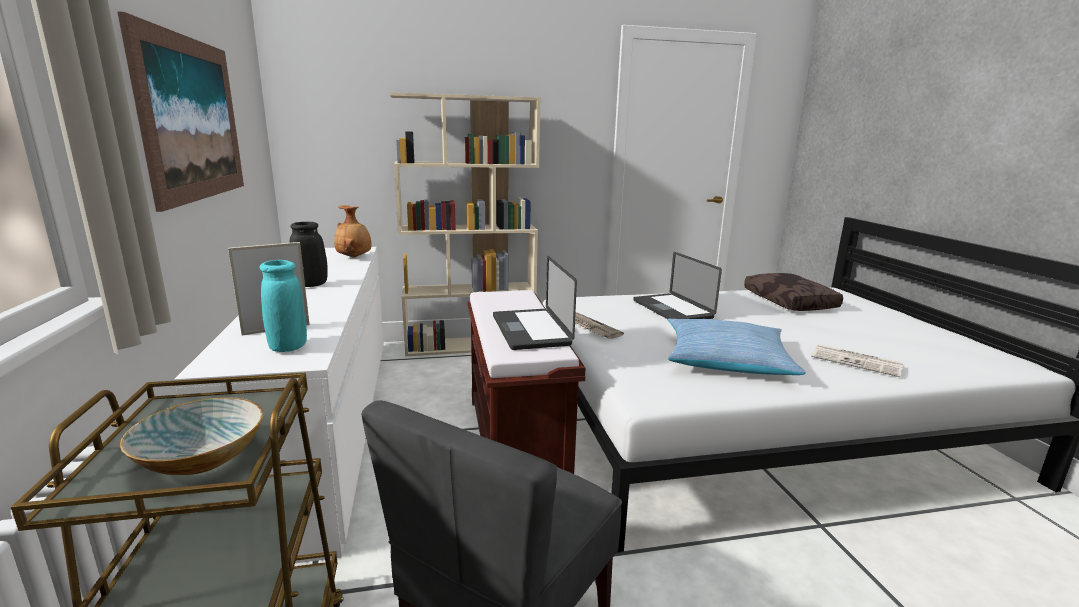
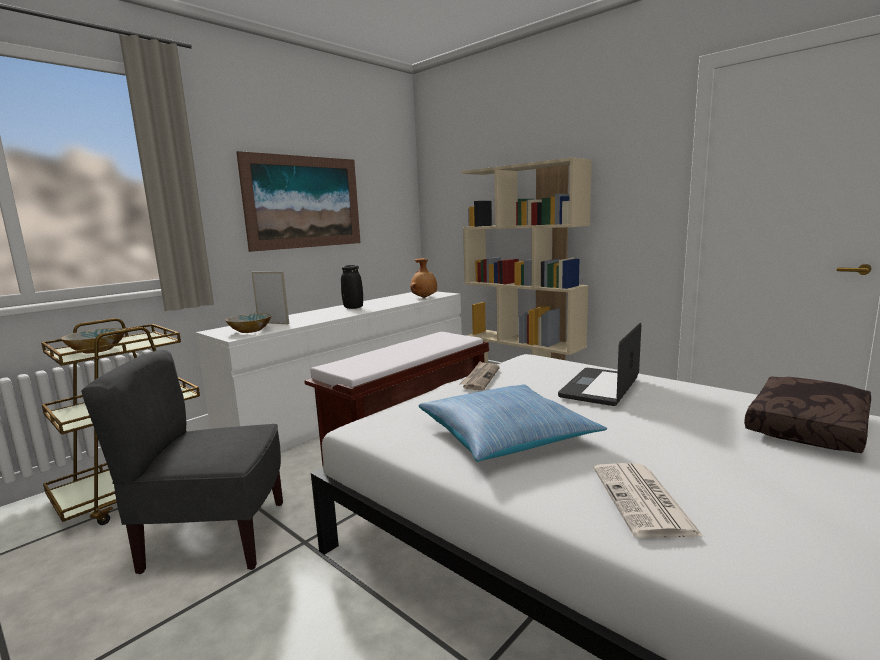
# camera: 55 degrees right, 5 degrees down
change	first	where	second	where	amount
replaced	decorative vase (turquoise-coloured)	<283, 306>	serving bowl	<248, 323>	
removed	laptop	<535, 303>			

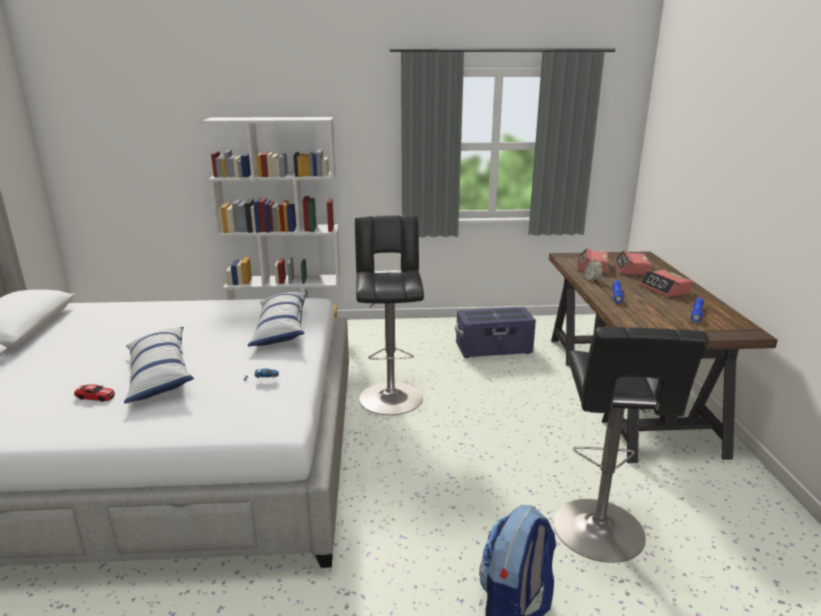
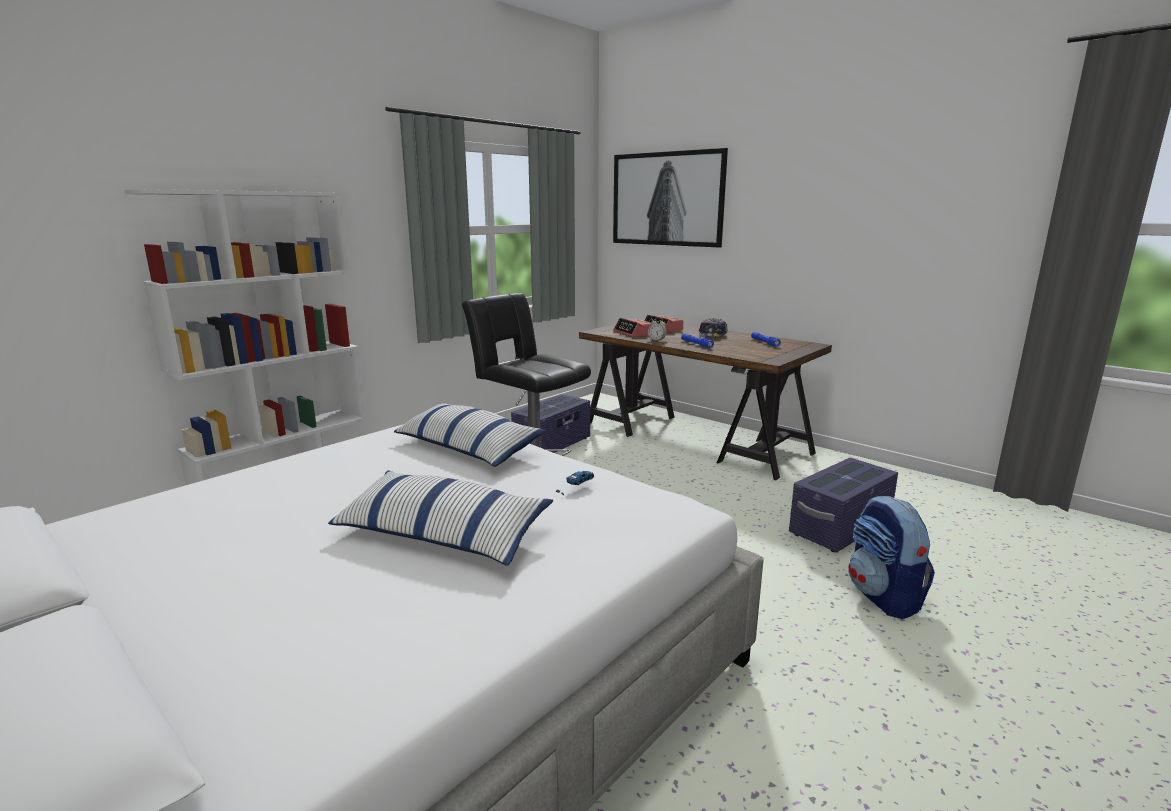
# camera: 45 degrees left, 5 degrees down
change	first	where	second	where	amount
removed	toy car	<94, 393>			
replaced	stool (blackish)	<631, 445>	storage container (purple-coloured)	<843, 505>	
replaced	table clock	<666, 283>	baseball cap	<713, 328>	
added			wall picture	<670, 198>	

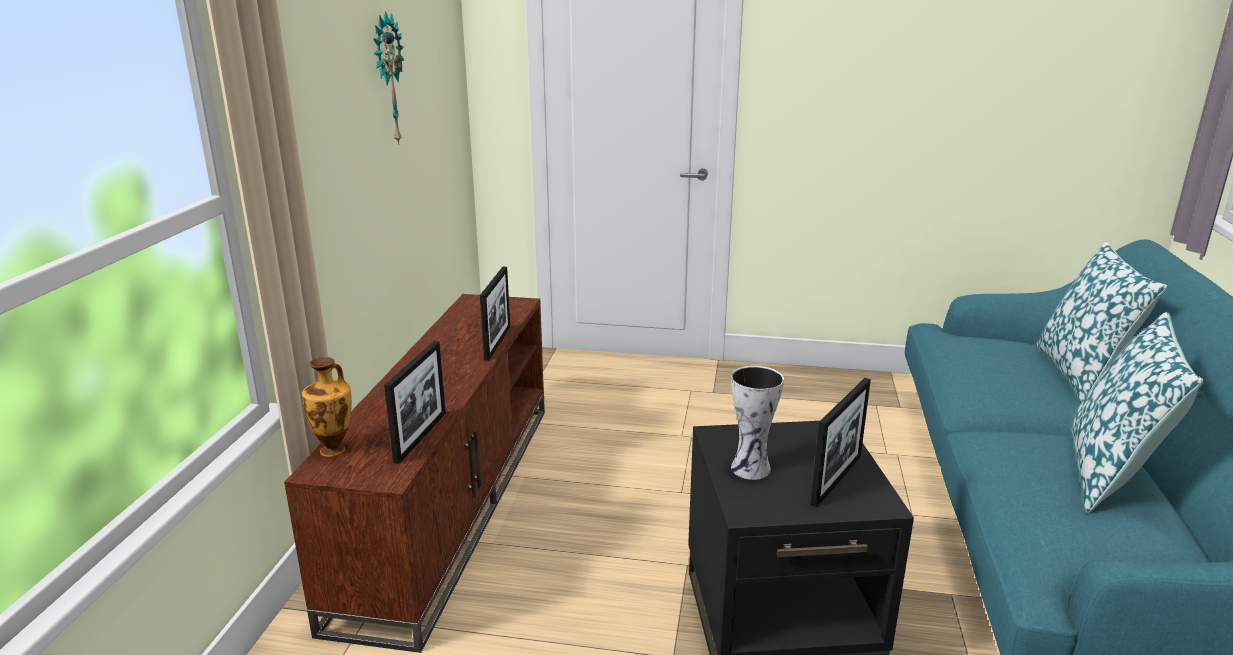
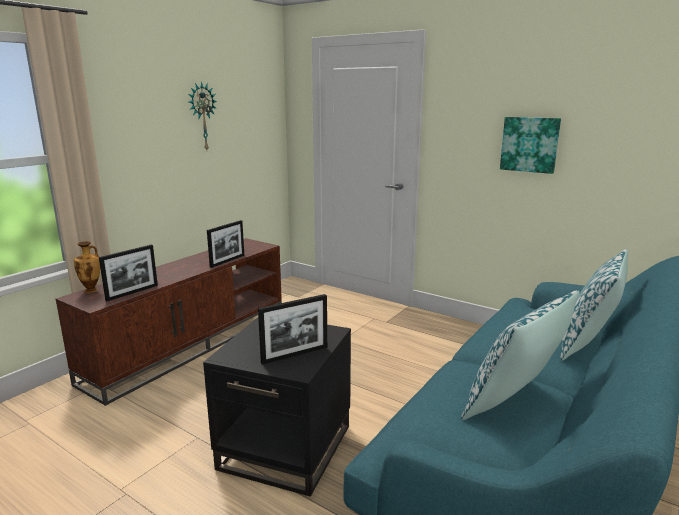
# camera: 25 degrees right, 5 degrees down
change	first	where	second	where	amount
removed	decorative vase	<757, 423>			
added			wall picture	<530, 145>	

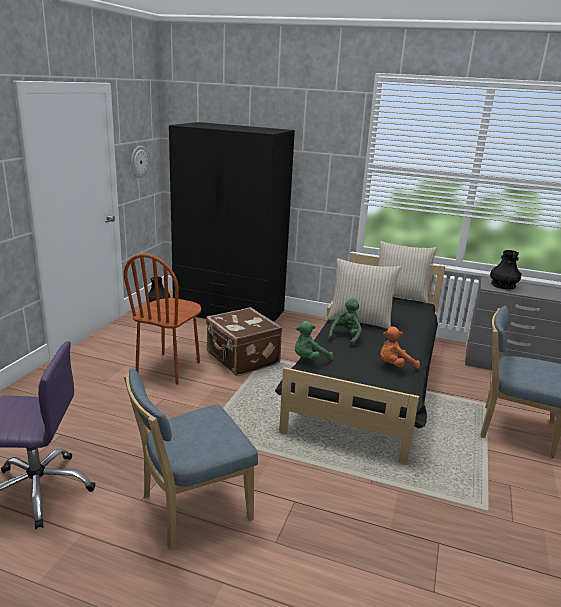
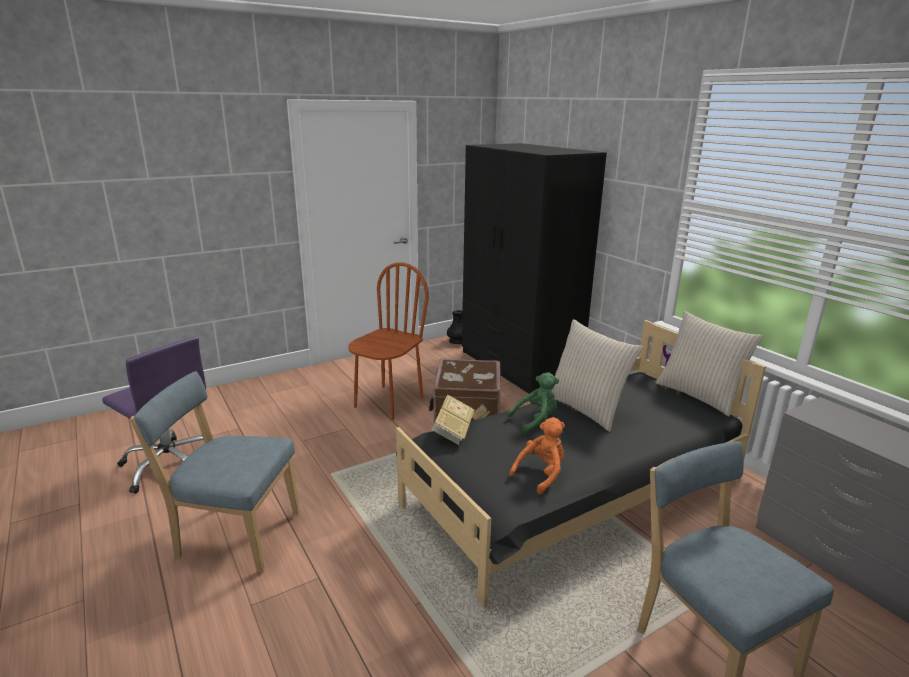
# camera: 40 degrees right, 0 degrees up
change	first	where	second	where	amount
turned	upright chair (brownish)	<162, 319>		<388, 341>	150 degrees clockwise
removed	hanging clock	<140, 162>			
replaced	soft toy (green)	<314, 341>	volume	<453, 419>	
turned	soft toy (orange-coloured)	<400, 348>		<537, 456>	120 degrees clockwise
removed	decorative vase (blackish)	<505, 269>			

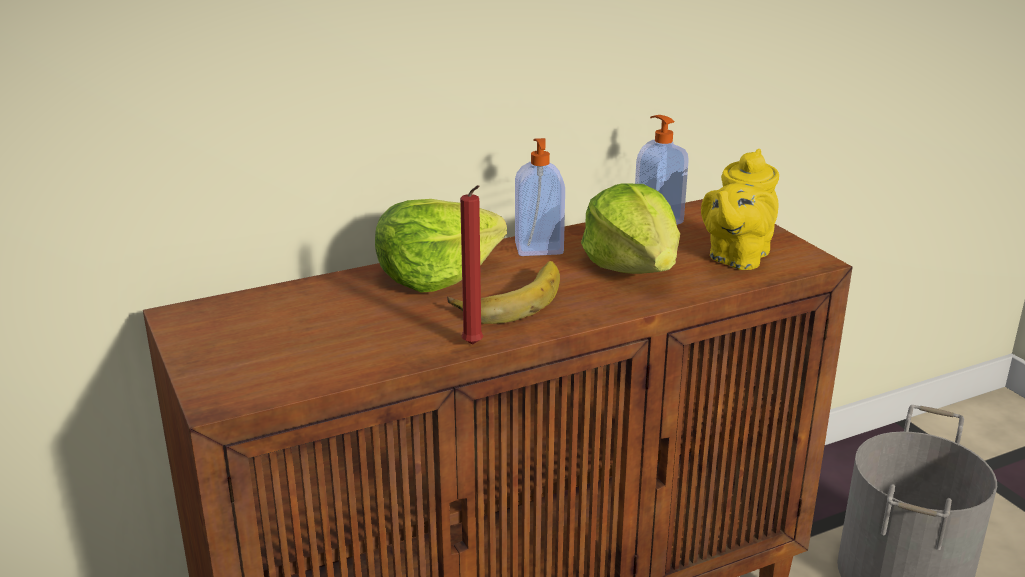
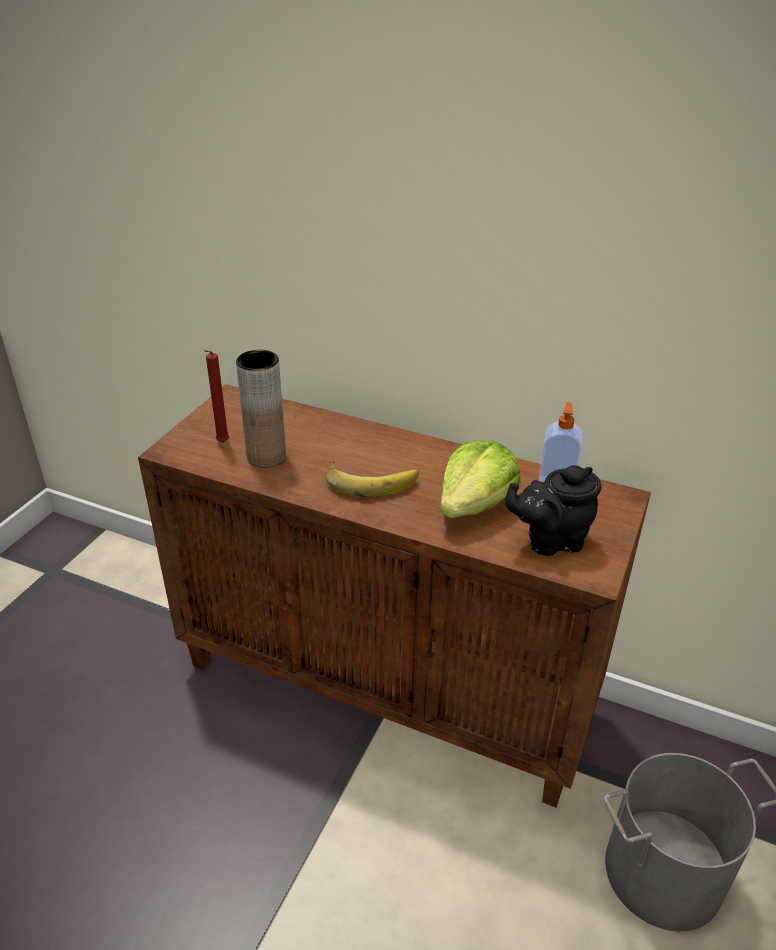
# camera: 50 degrees right, 10 degrees up
change	first	where	second	where	amount
removed	lettuce head	<441, 246>			
moved	wax light (red)	<471, 265>		<216, 396>	
removed	soap dispenser	<540, 197>			
recoloured	teapot (yellowish)	<740, 209>	teapot (blackish)	<553, 510>	
added			decorative vase (brownish)	<261, 409>	

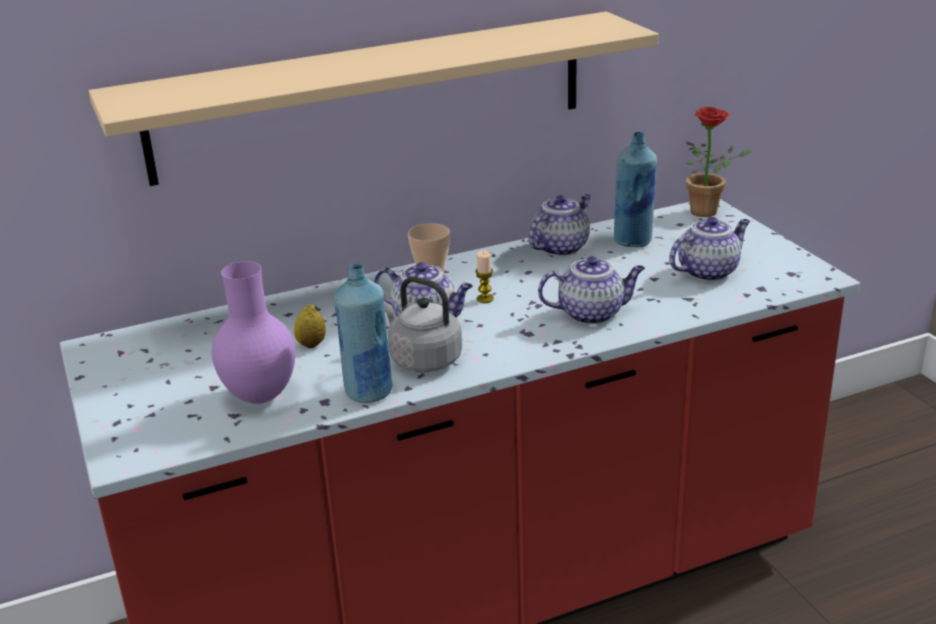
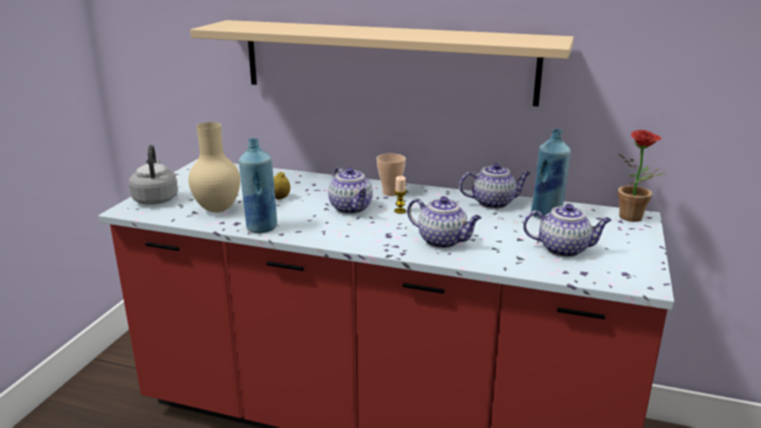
# camera: 40 degrees right, 5 degrees down
change	first	where	second	where	amount
recoloured	decorative vase (purple-coloured)	<254, 332>	decorative vase (beige)	<214, 167>	
moved	water kettle (gray)	<423, 324>		<153, 175>	

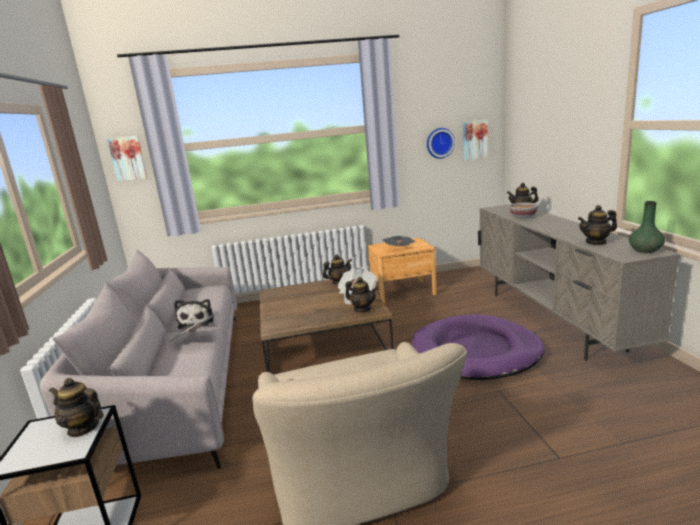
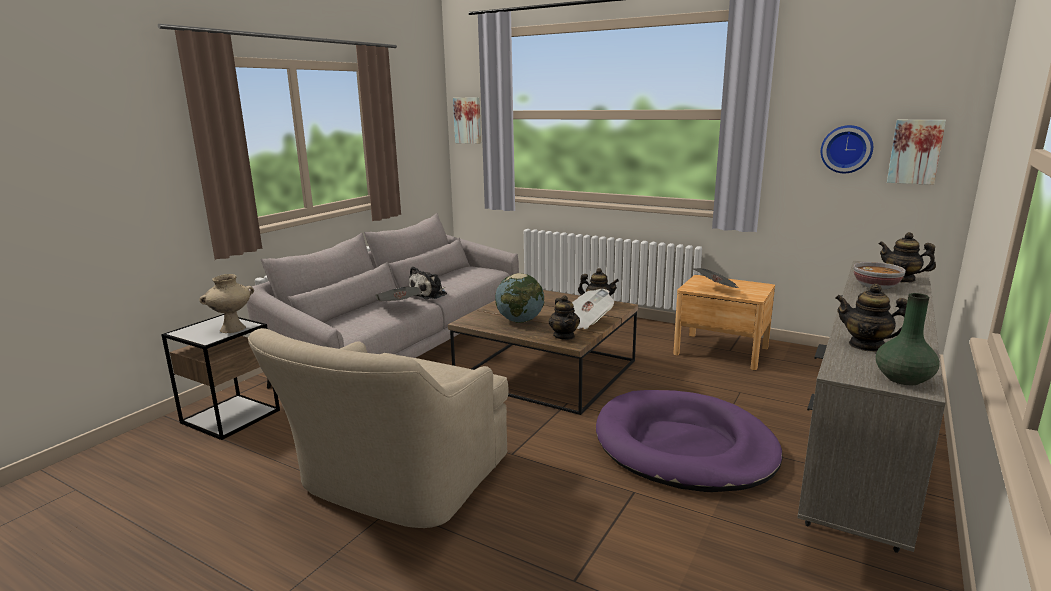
# camera: 40 degrees right, 0 degrees up
change	first	where	second	where	amount
replaced	teapot	<76, 407>	decorative vase (beige)	<226, 303>	
added			world globe	<519, 298>	

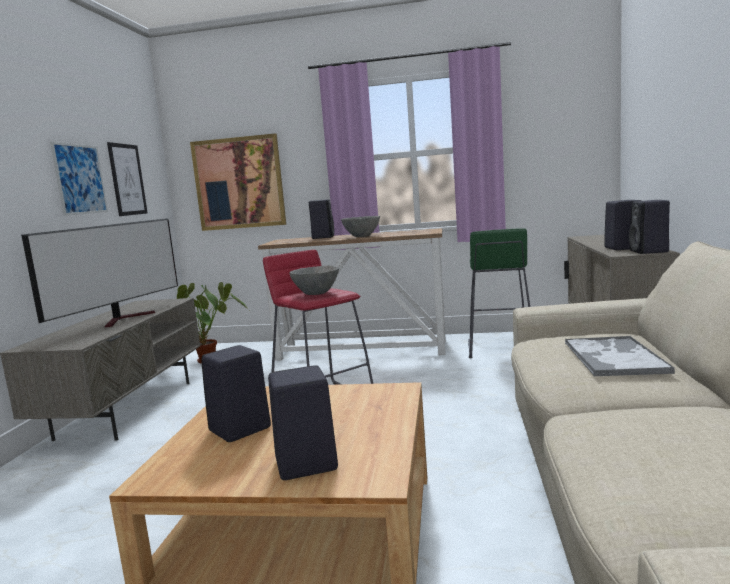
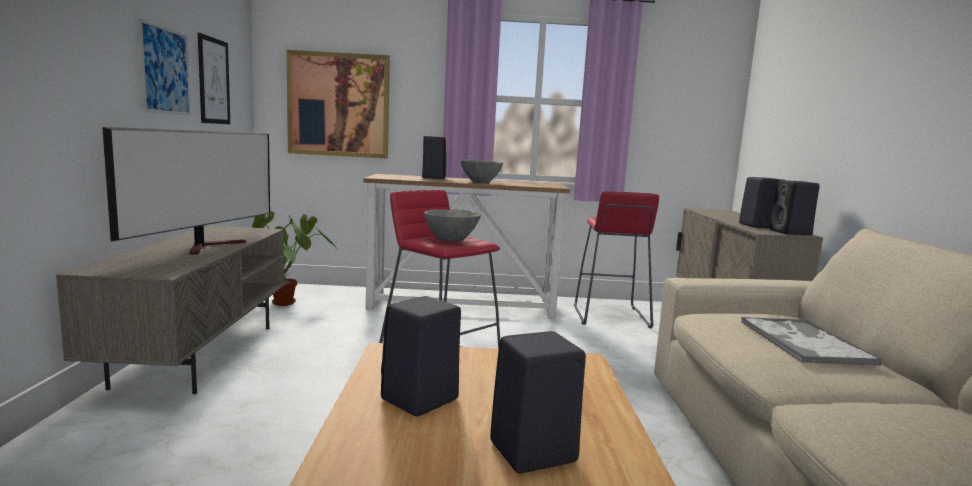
# camera: 10 degrees left, 0 degrees up
change	first	where	second	where	amount
recoloured	stool (green)	<499, 293>	stool (red)	<616, 259>	

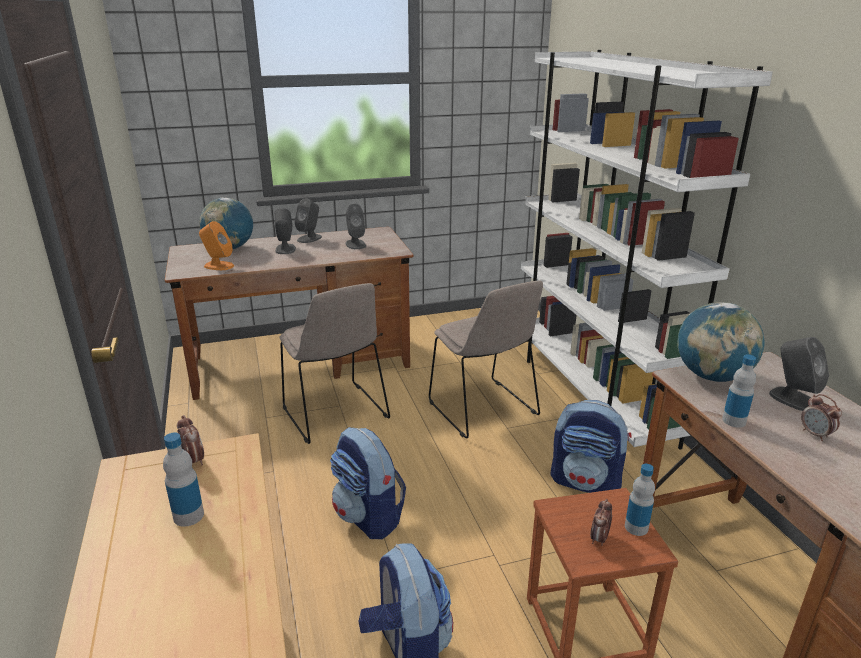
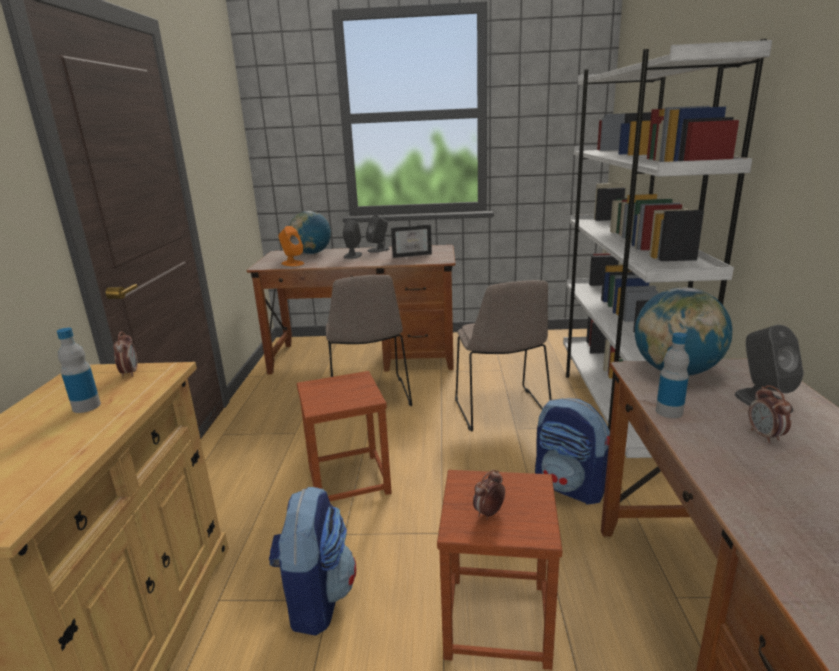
# camera: 20 degrees right, 5 degrees down
change	first	where	second	where	amount
replaced	knapsack	<368, 483>	stool (brownish)	<344, 436>	
replaced	loudspeaker (gray)	<356, 226>	picture frame	<411, 241>	
removed	drink bottle	<640, 500>			

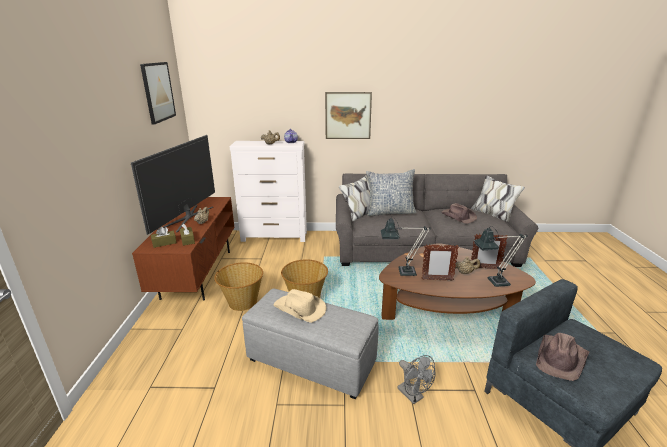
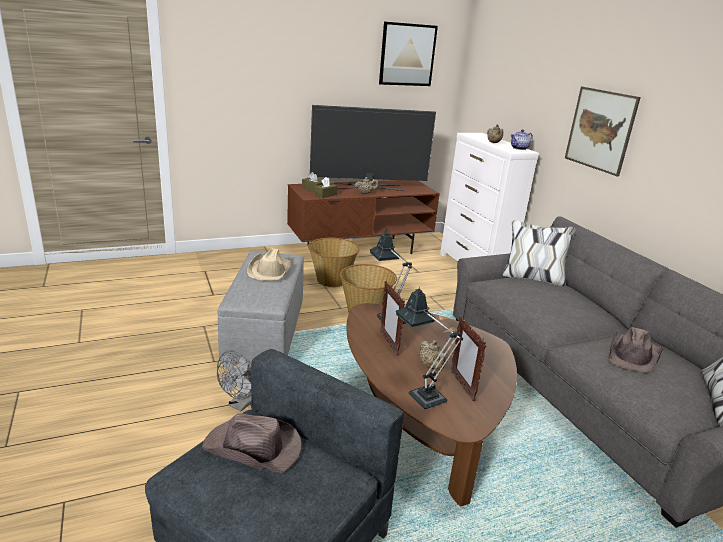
# camera: 65 degrees right, 0 degrees up
change	first	where	second	where	amount
removed	cushion	<391, 192>			

